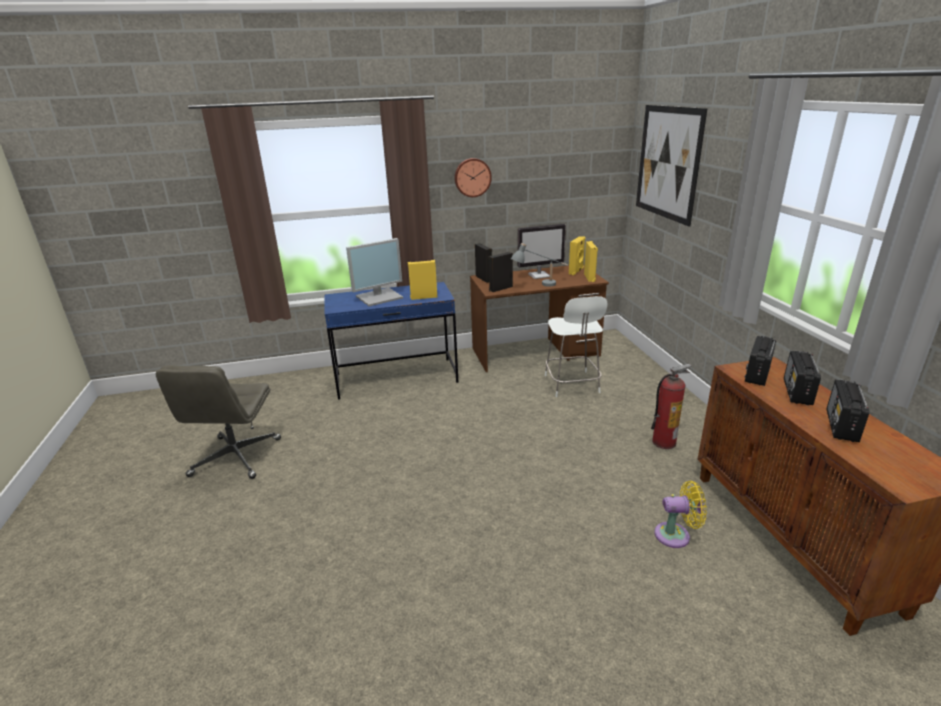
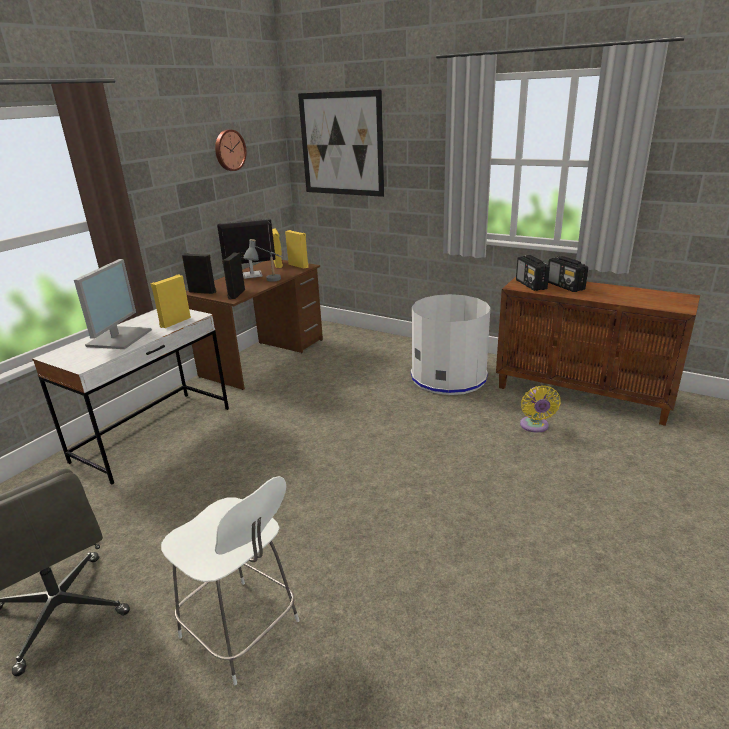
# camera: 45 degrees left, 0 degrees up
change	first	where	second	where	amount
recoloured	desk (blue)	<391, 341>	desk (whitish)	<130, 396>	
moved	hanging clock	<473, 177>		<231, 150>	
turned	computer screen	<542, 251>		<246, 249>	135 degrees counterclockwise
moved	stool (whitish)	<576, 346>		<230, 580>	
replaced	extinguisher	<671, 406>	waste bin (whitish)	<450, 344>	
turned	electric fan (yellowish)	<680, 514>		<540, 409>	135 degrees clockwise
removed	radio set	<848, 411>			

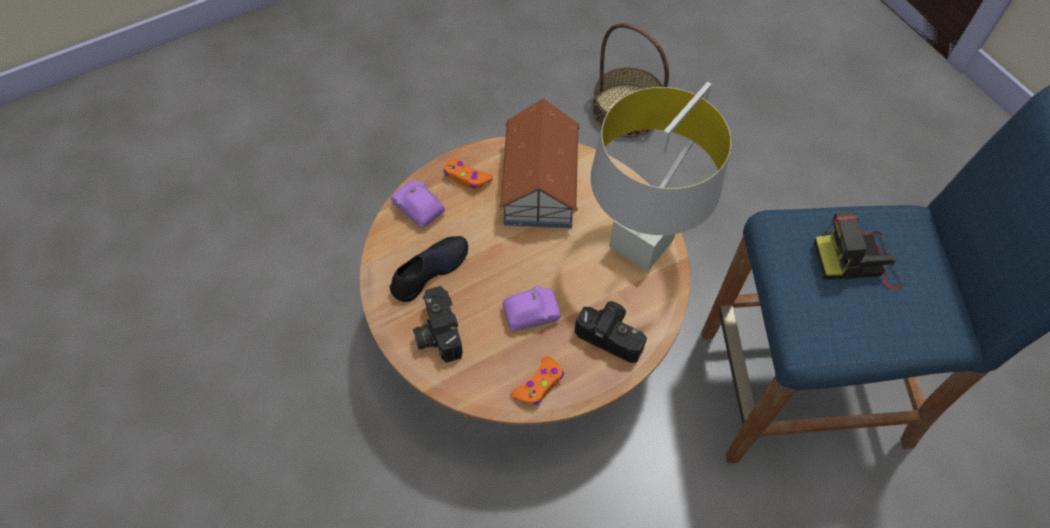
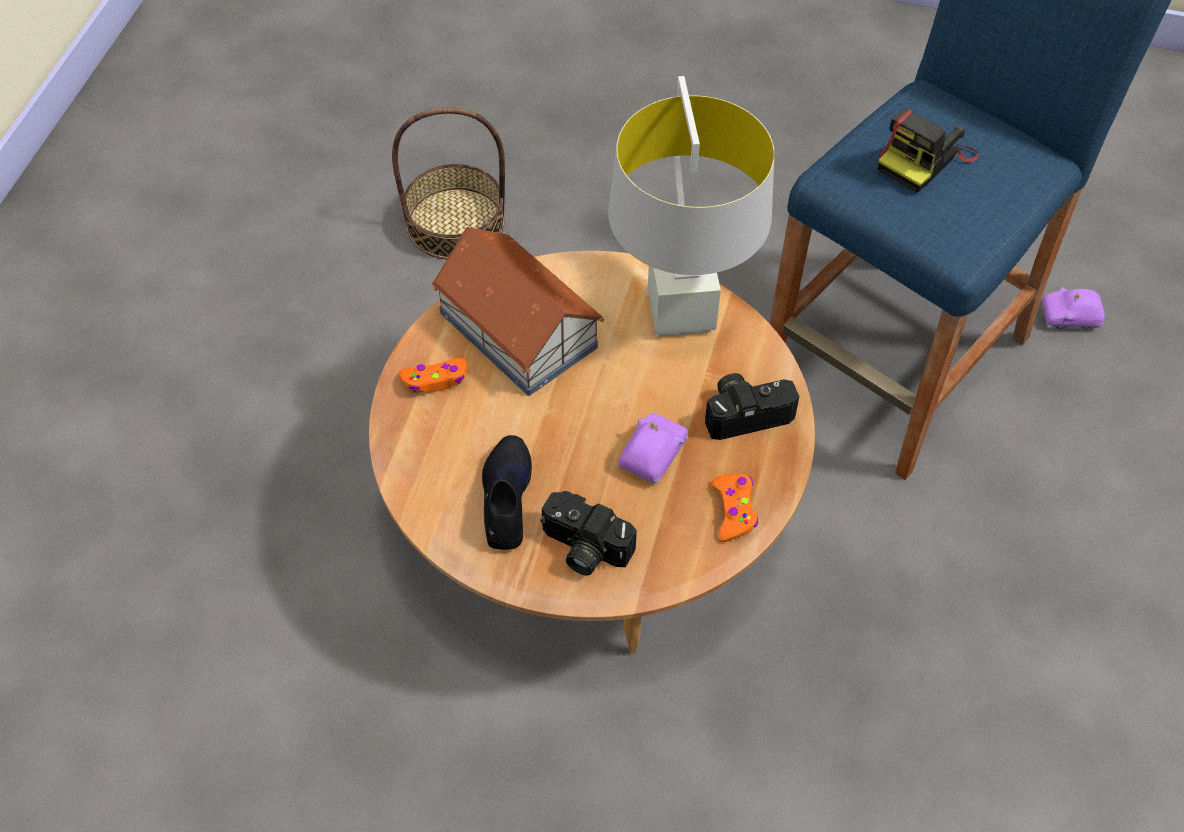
# camera: 45 degrees left, 5 degrees down
change	first	where	second	where	amount
moved	toy car (purple-coloured)	<418, 204>		<1073, 308>	

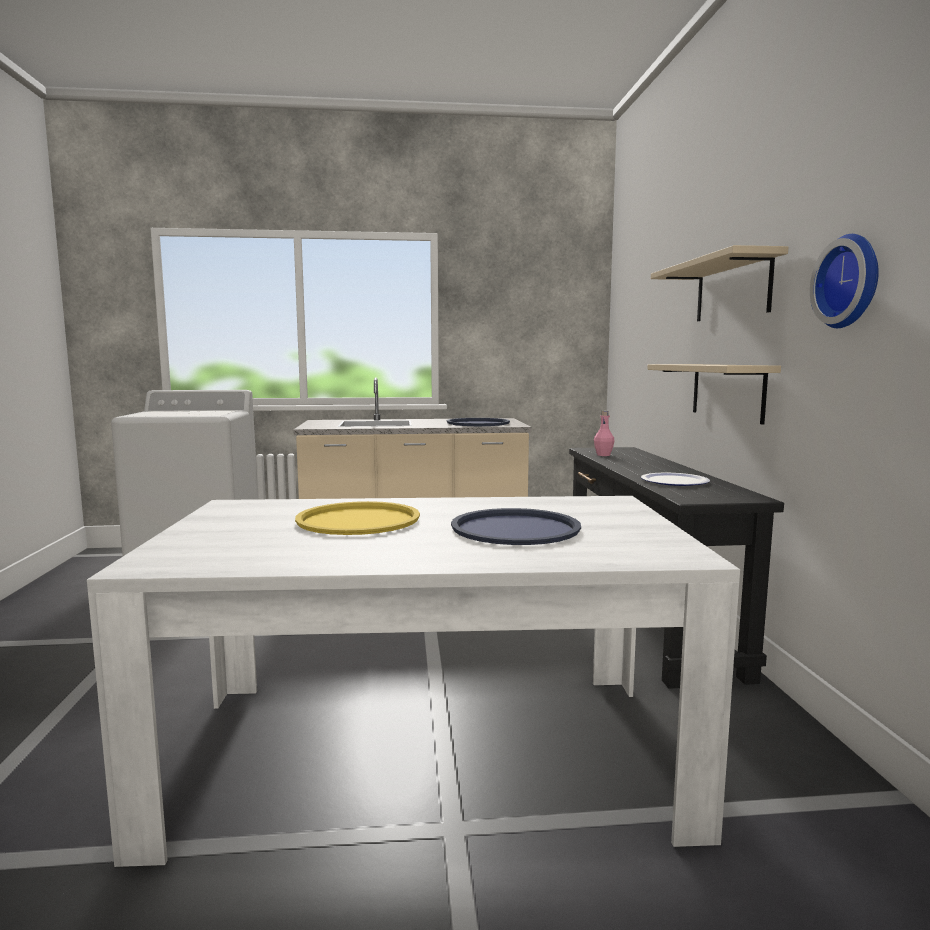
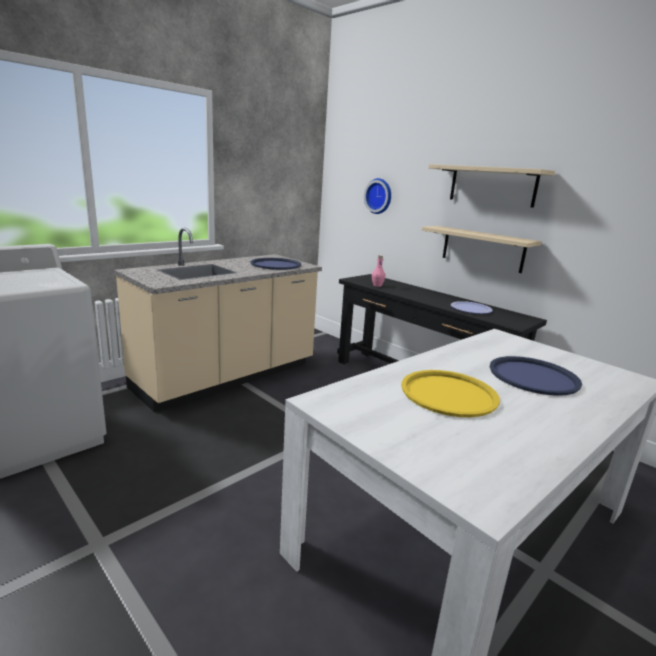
# camera: 40 degrees left, 10 degrees up
change	first	where	second	where	amount
moved	hanging clock	<844, 281>		<377, 196>	

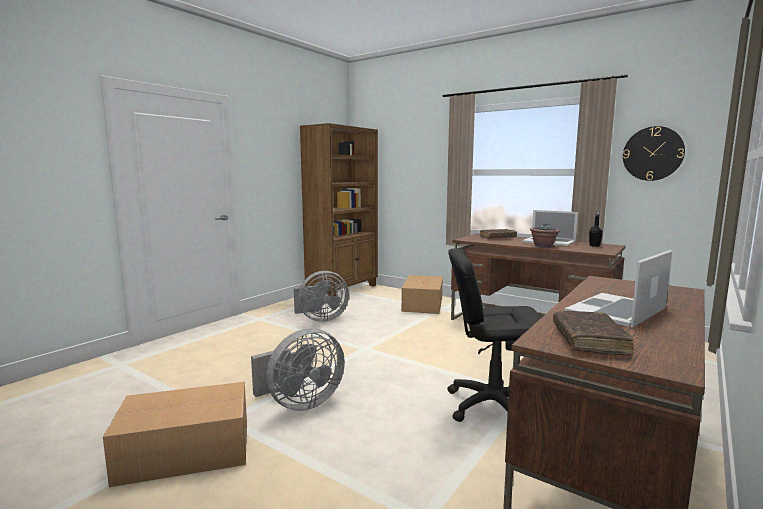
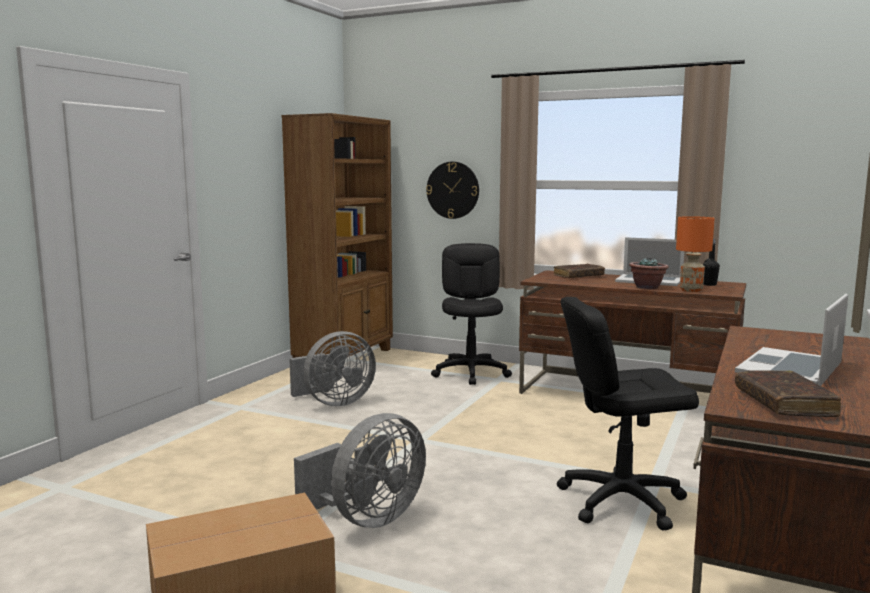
# camera: 10 degrees left, 0 degrees up
change	first	where	second	where	amount
replaced	carton	<422, 294>	desk chair (blackish)	<471, 314>	
moved	hanging clock	<654, 153>		<452, 190>	
added			lamp for a table (orange-coloured)	<695, 254>	

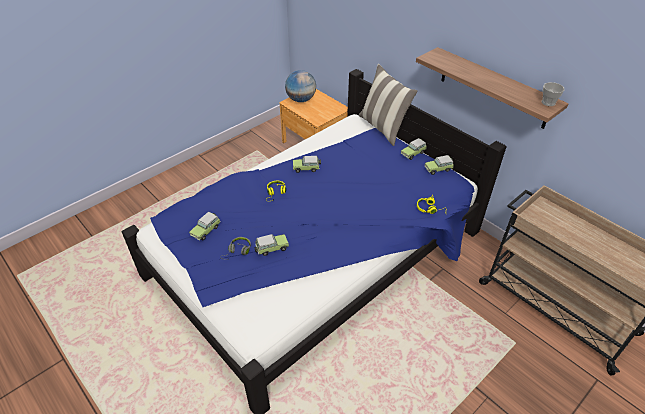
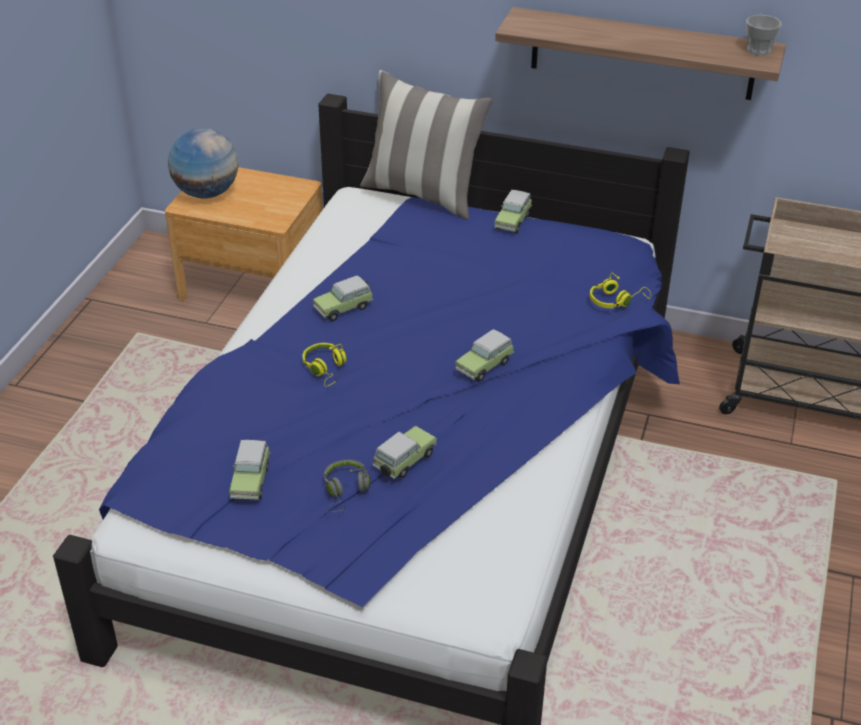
# camera: 30 degrees left, 5 degrees down
change	first	where	second	where	amount
moved	toy car	<439, 165>		<484, 355>	

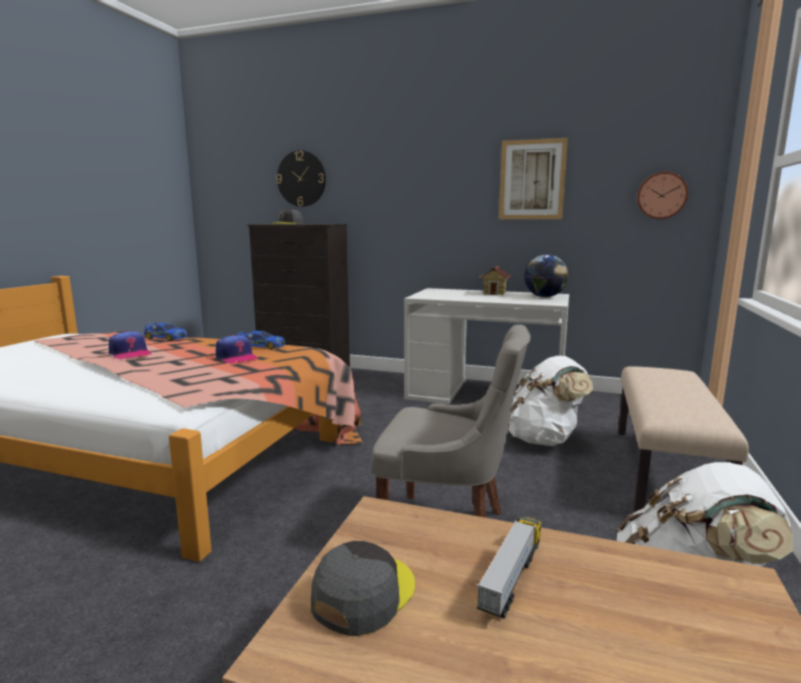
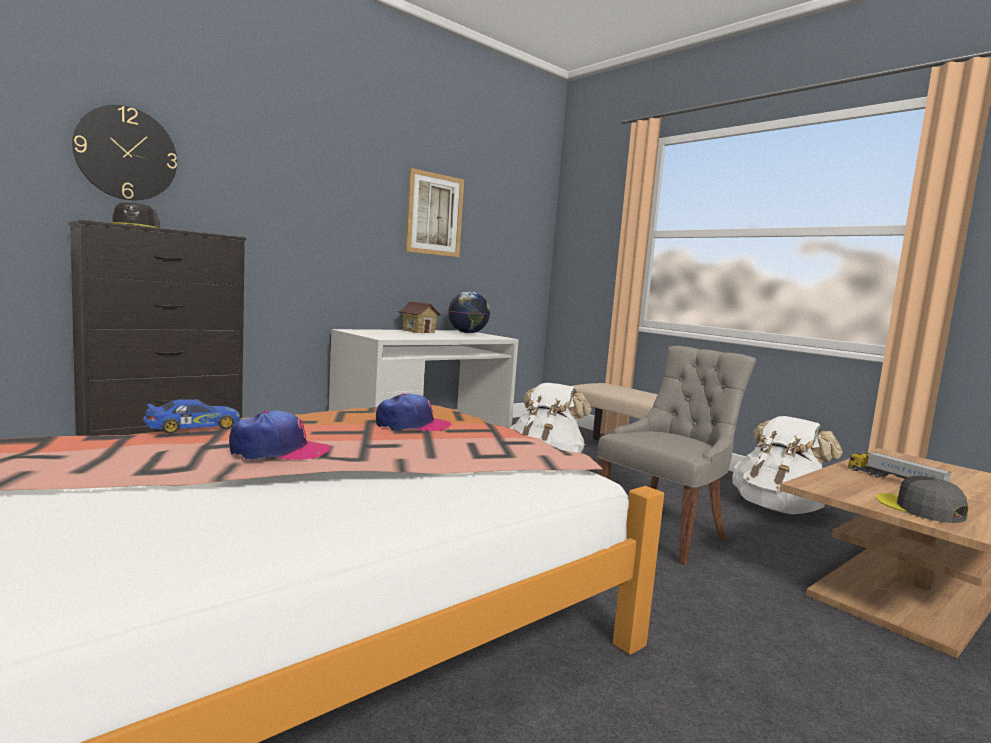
# camera: 60 degrees left, 5 degrees down
change	first	where	second	where	amount
removed	toy car	<261, 340>			
removed	hanging clock	<662, 195>			

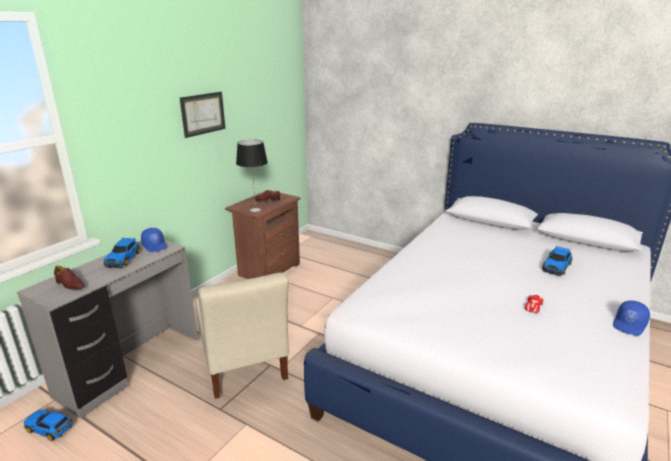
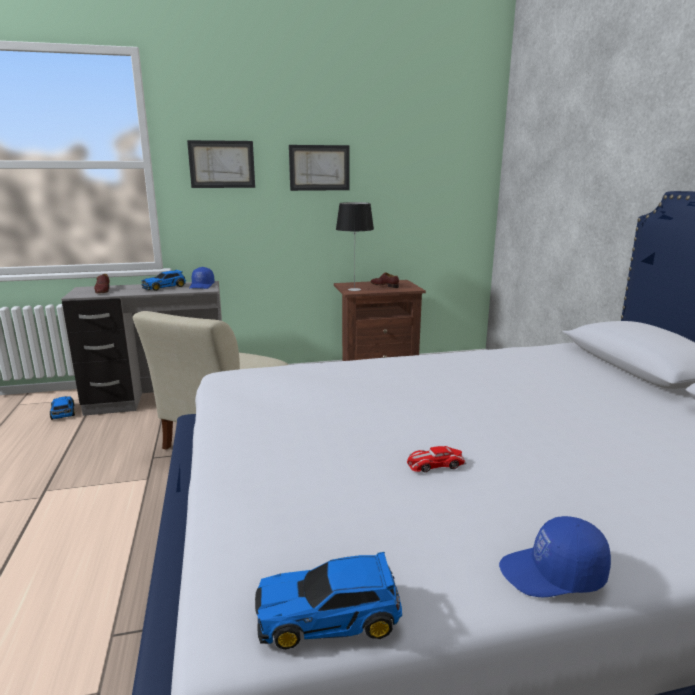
# camera: 45 degrees right, 5 degrees down
change	first	where	second	where	amount
moved	toy car	<557, 261>		<328, 601>	
added			wall picture	<221, 164>	

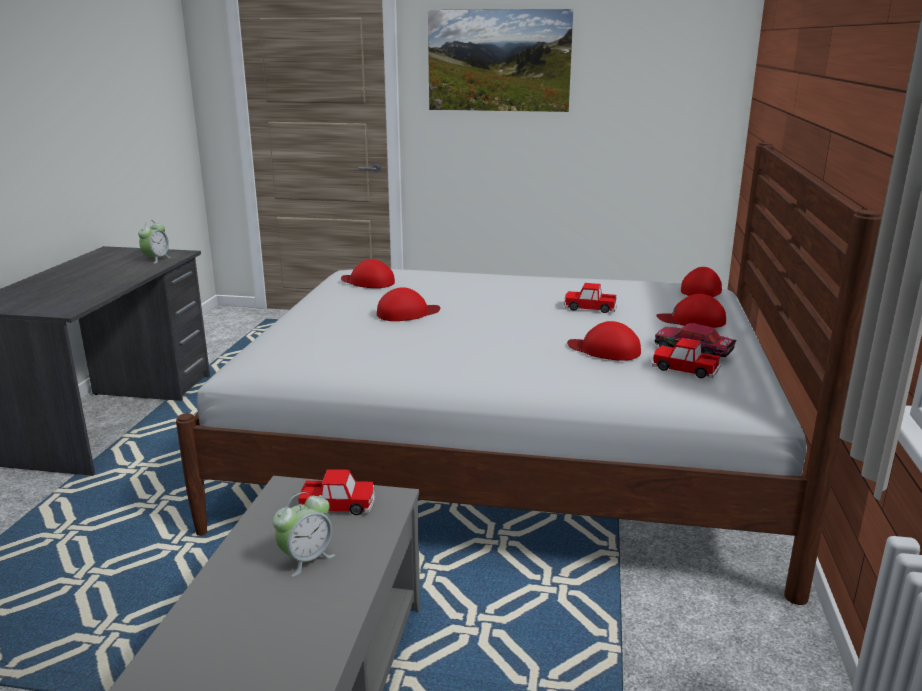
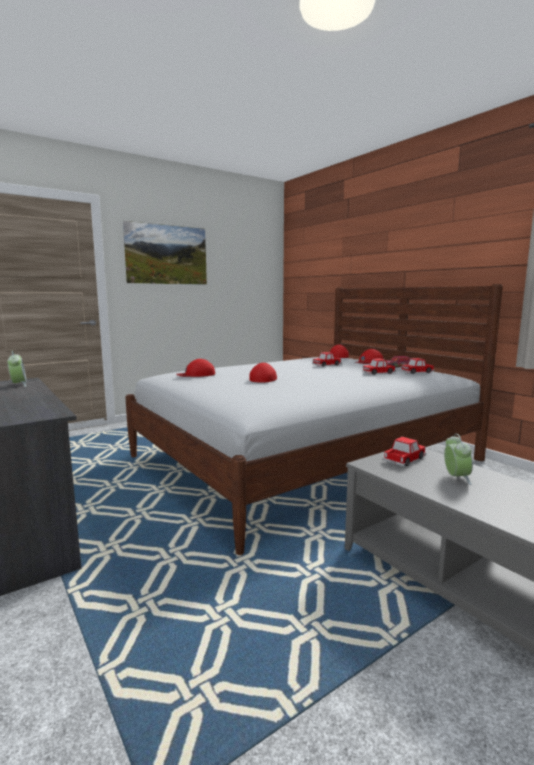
# camera: 45 degrees left, 10 degrees down
change	first	where	second	where	amount
replaced	baseball cap (red)	<604, 341>	toy car	<379, 367>	

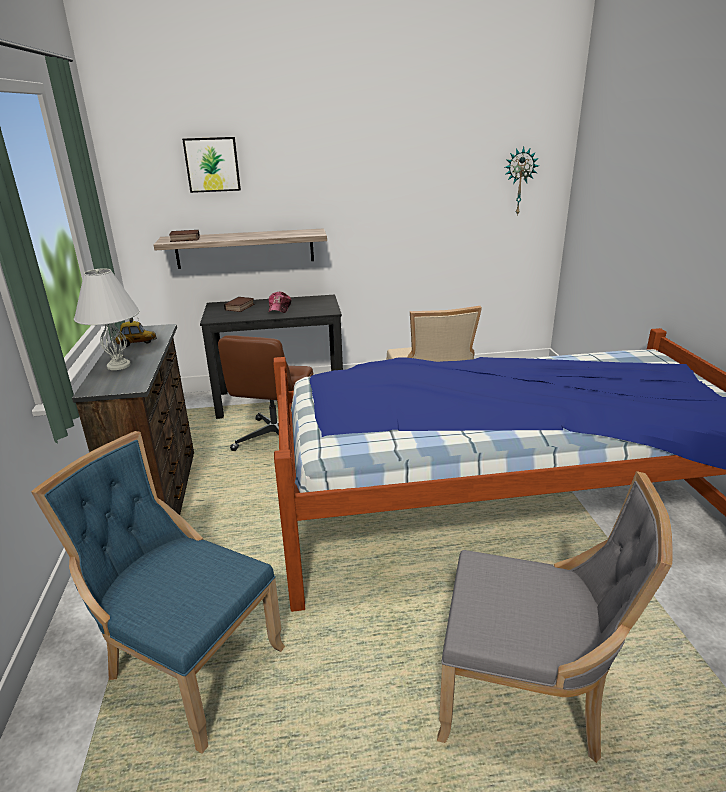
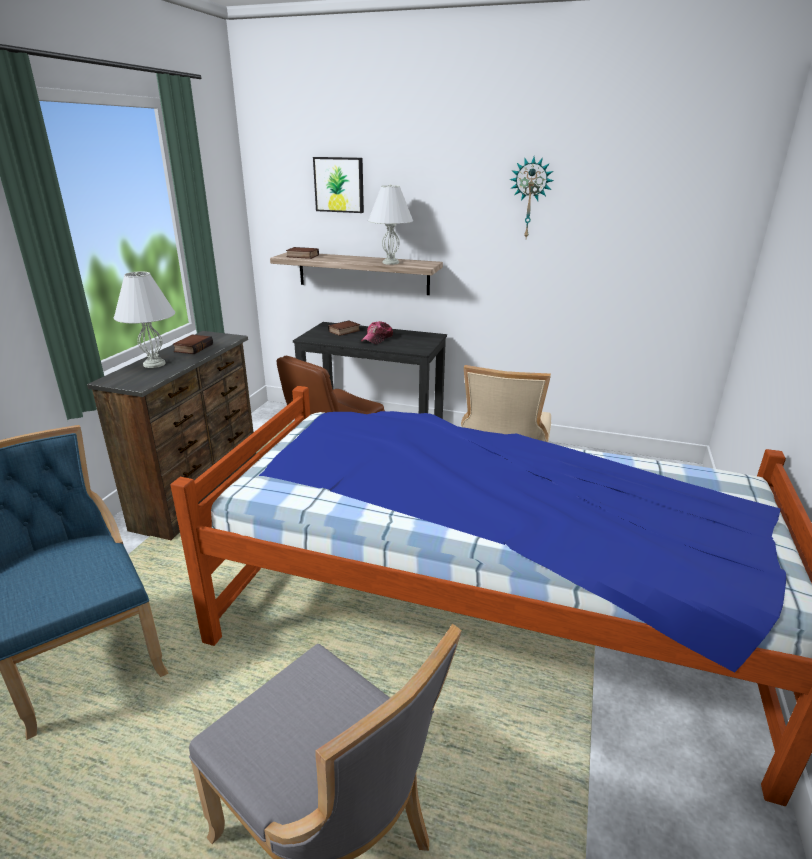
# camera: 25 degrees right, 0 degrees up
change	first	where	second	where	amount
replaced	toy car	<135, 332>	volume	<193, 344>	
moved	hanging clock	<522, 181>		<532, 197>	
added			lamp for a table (whitish)	<390, 224>	

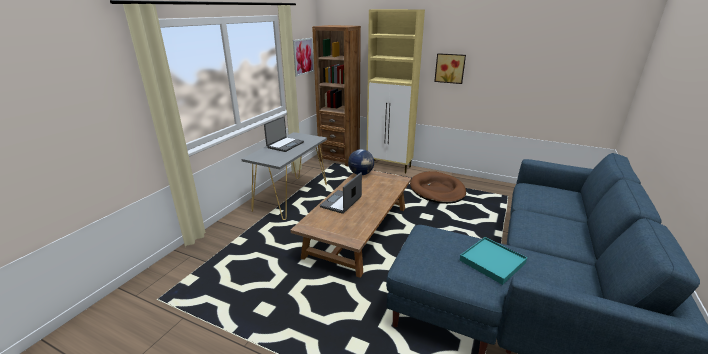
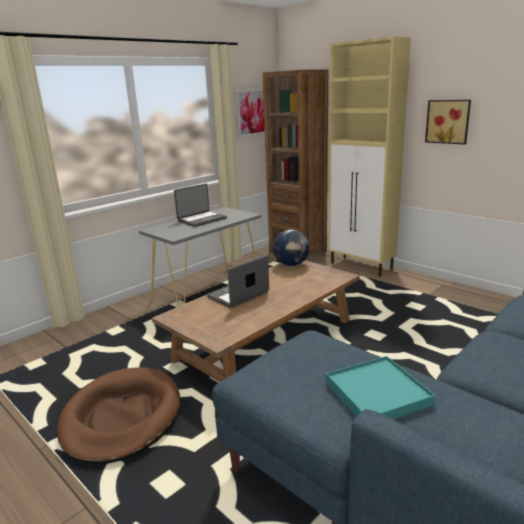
# camera: 20 degrees right, 5 degrees down
change	first	where	second	where	amount
moved	pet bed (brownish)	<438, 187>		<118, 415>	

